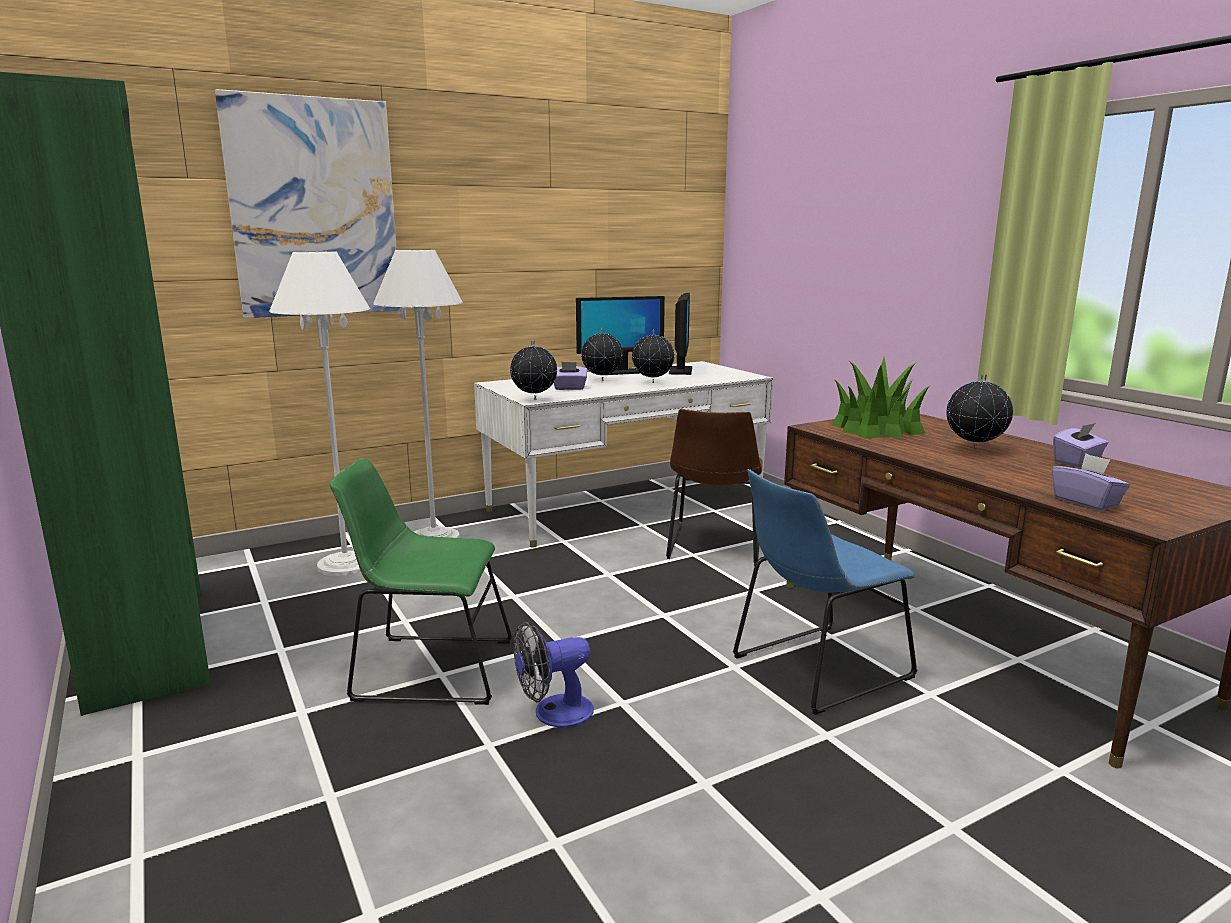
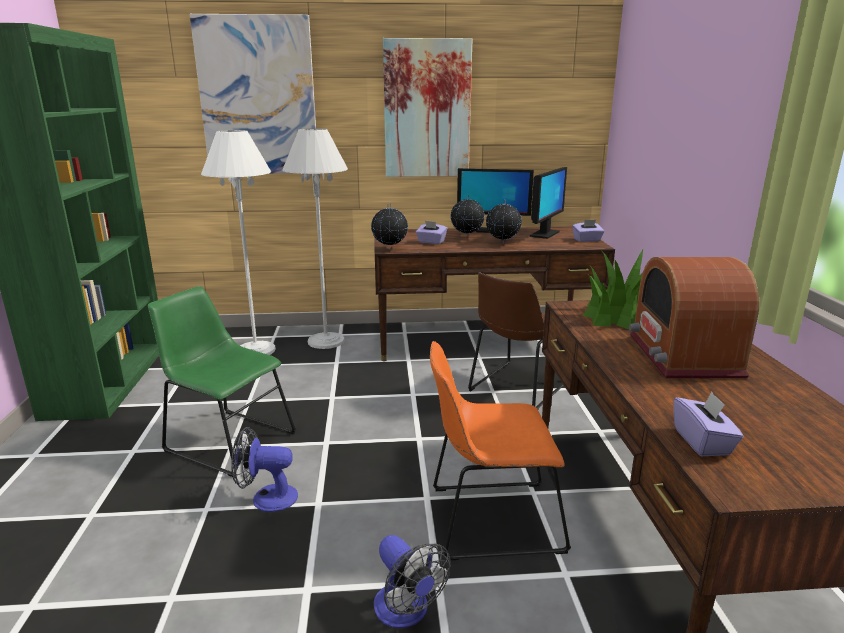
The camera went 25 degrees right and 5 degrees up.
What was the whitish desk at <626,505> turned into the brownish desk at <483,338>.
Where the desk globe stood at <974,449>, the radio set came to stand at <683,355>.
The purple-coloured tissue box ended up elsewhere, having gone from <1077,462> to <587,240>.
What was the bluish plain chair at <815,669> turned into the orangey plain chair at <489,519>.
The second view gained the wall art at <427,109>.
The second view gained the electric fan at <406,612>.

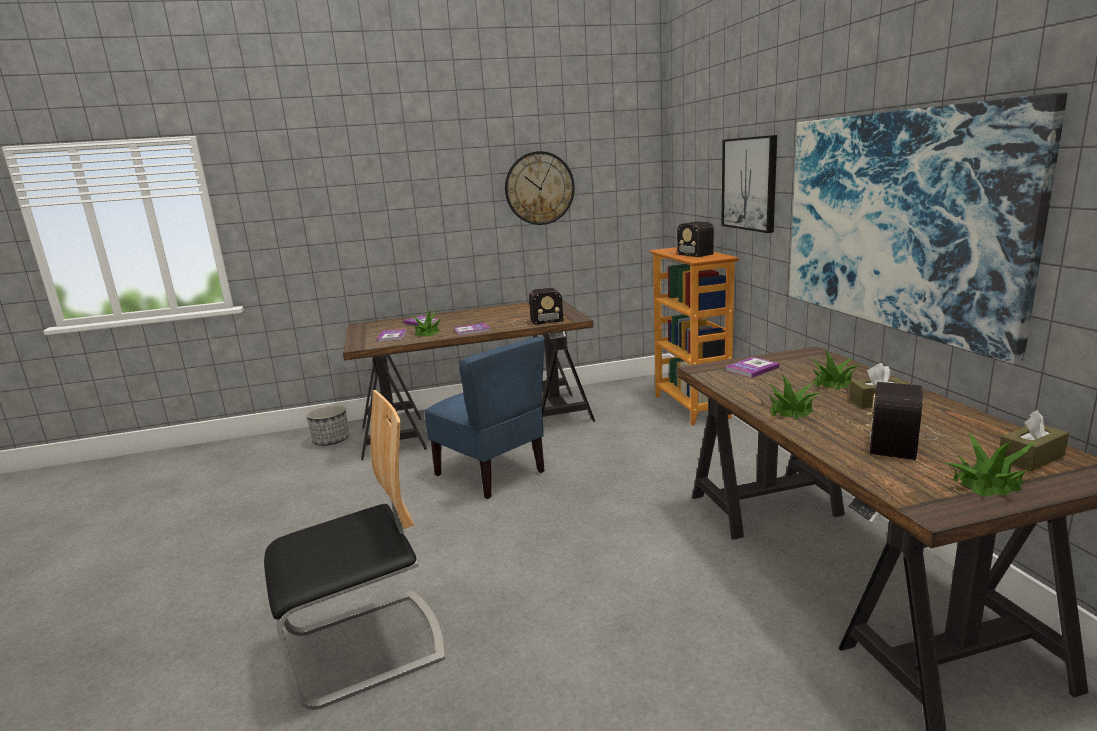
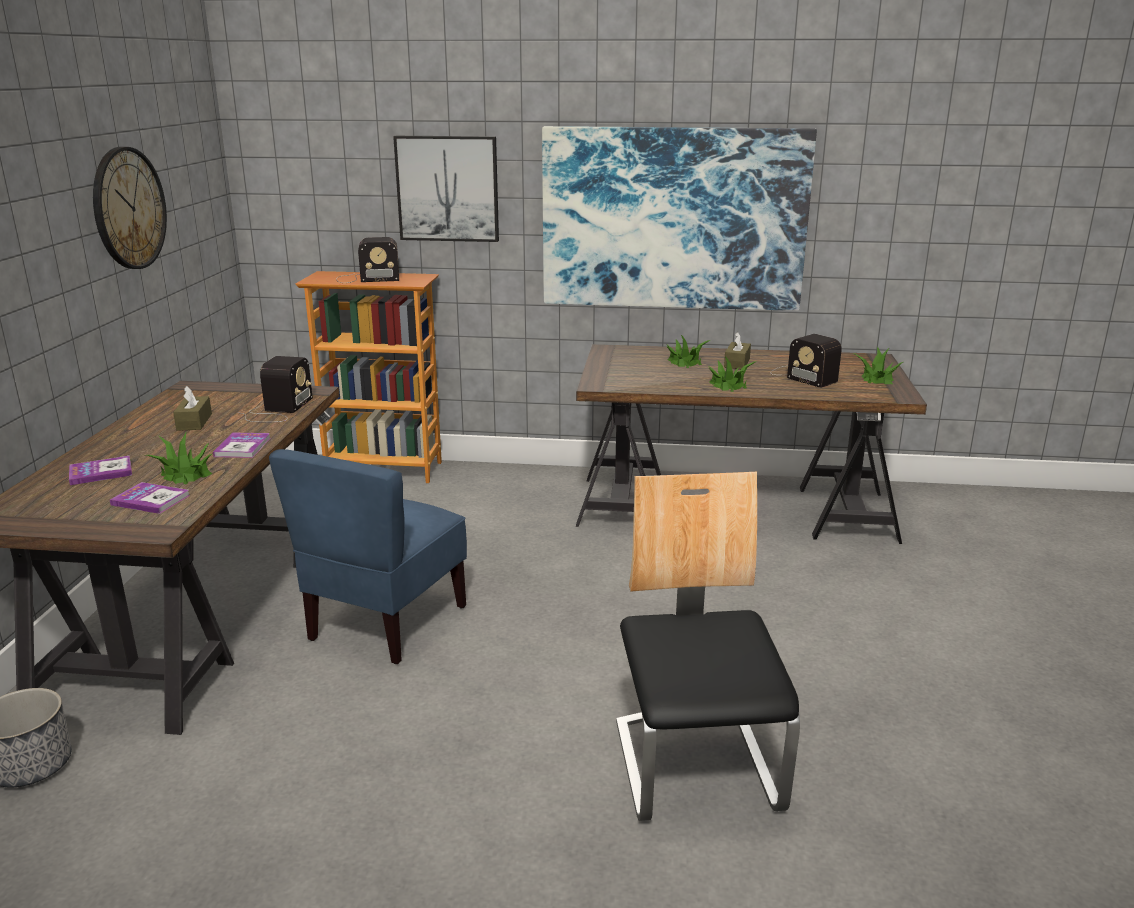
The camera went 70 degrees left and 5 degrees up.
The bluish plain chair at <491,473> ended up facing another way, 135 degrees clockwise from before.
The second view lost the bound book at <752,369>.
The brownish tissue box ended up elsewhere, having gone from <1031,457> to <194,422>.

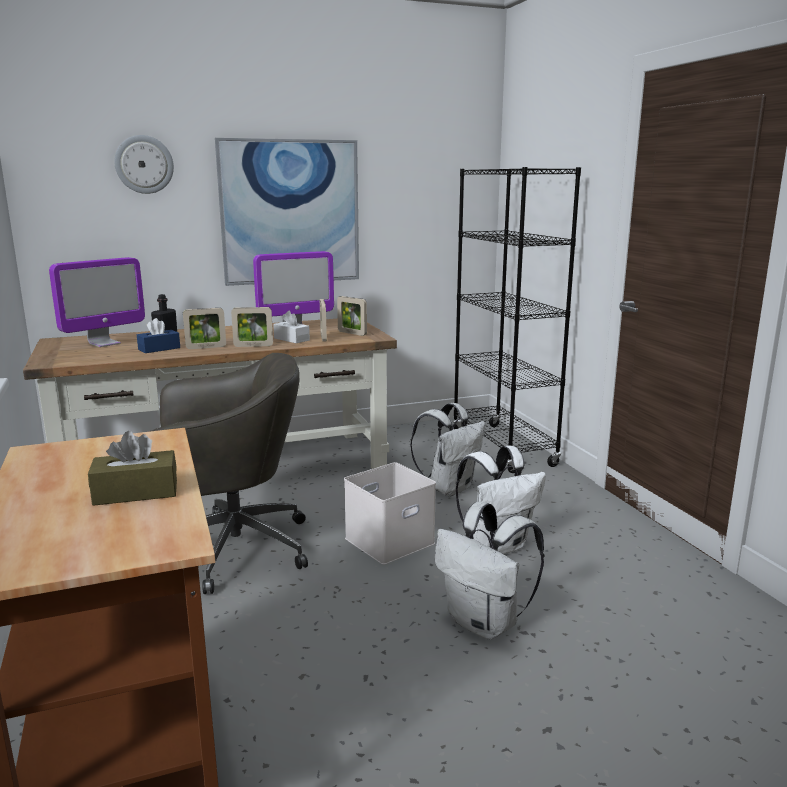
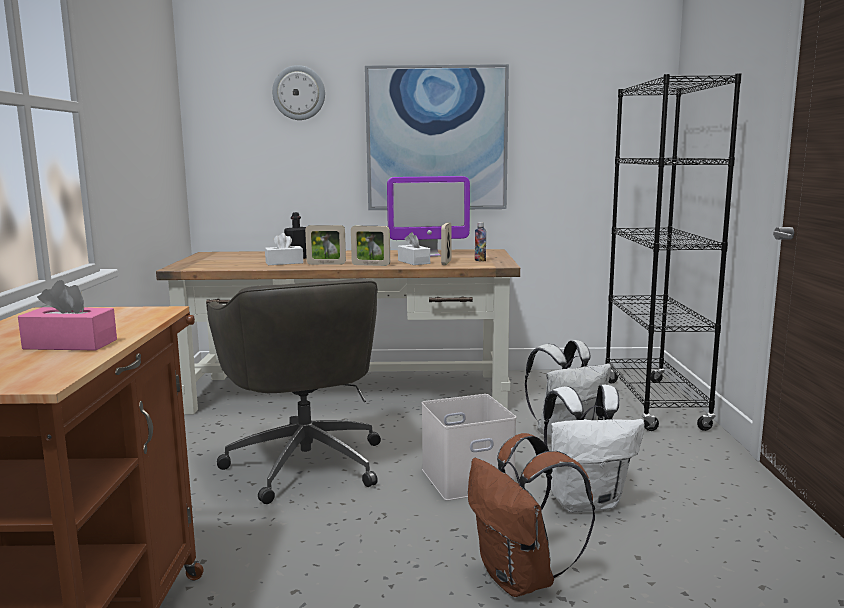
The camera went 20 degrees right and 5 degrees down.
The second view lost the computer screen at <104,343>.
Where the standing frame stood at <352,333>, the beverage bottle came to stand at <480,260>.
What was the bluish tissue box at <159,349> turned into the whitish tissue box at <284,263>.
The grey computer chair at <230,549> ended up facing another way, 60 degrees clockwise from before.
What was the brownish tissue box at <136,492> turned into the pink-coloured tissue box at <70,344>.
What was the whitish knapsack at <485,623> turned into the brownish knapsack at <521,579>.

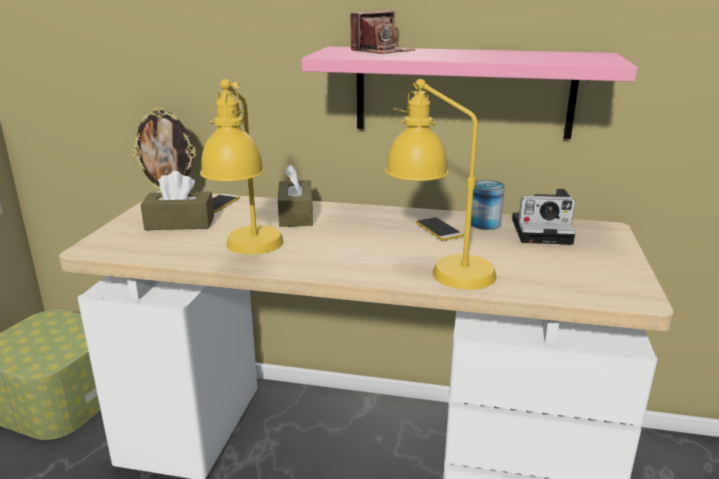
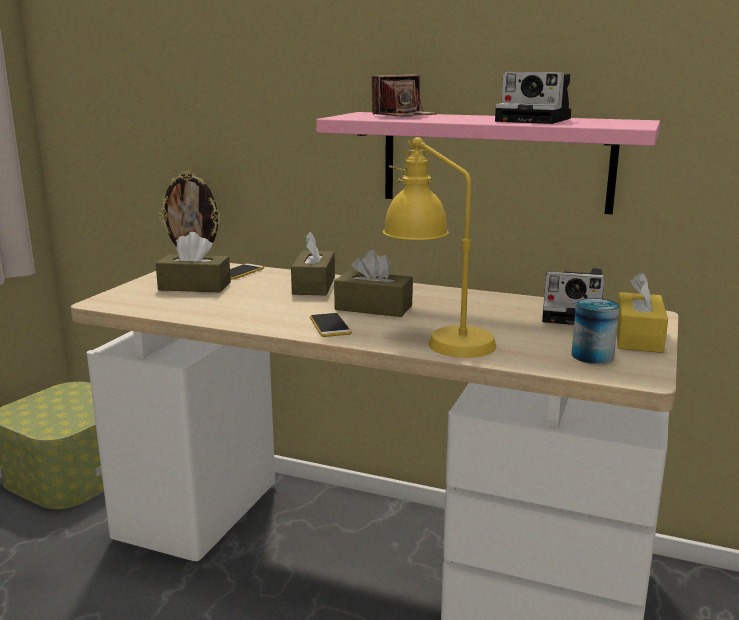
The camera went 10 degrees right and 5 degrees down.
The second view lost the yellowish lamp for a table at <249,253>.
The sealed can ended up elsewhere, having gone from <485,224> to <592,356>.
The phone ended up elsewhere, having gone from <439,229> to <330,326>.
The second view gained the still camera at <537,120>.
The second view gained the brownish tissue box at <373,308>.
The second view gained the yellowish tissue box at <638,337>.

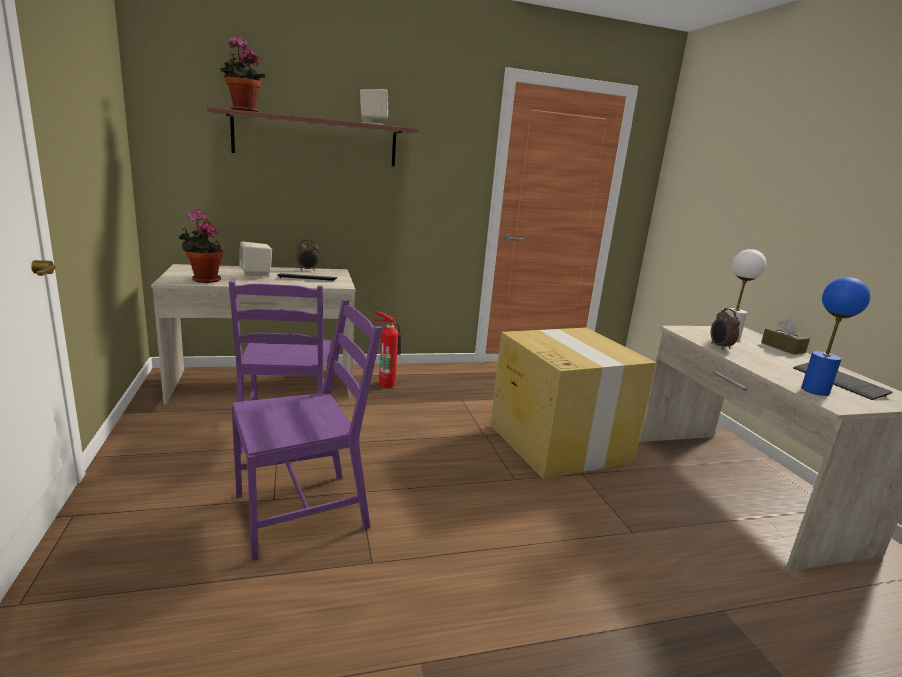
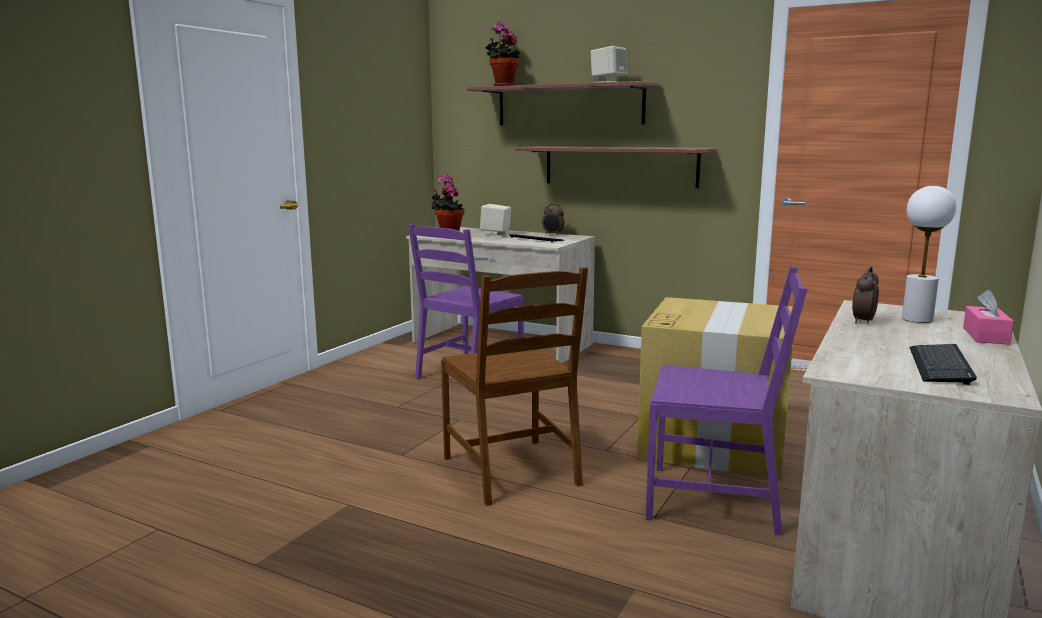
The camera went 45 degrees right and 5 degrees down.
The second view lost the bluish lamp for a table at <814,390>.
The purple-coloured plain chair ended up elsewhere, having gone from <302,511> to <715,499>.
The second view lost the extinguisher at <387,383>.
What was the brownish tissue box at <782,347> turned into the pink-coloured tissue box at <985,336>.
The second view gained the wall shelf at <620,166>.
The second view gained the brownish plain chair at <513,471>.

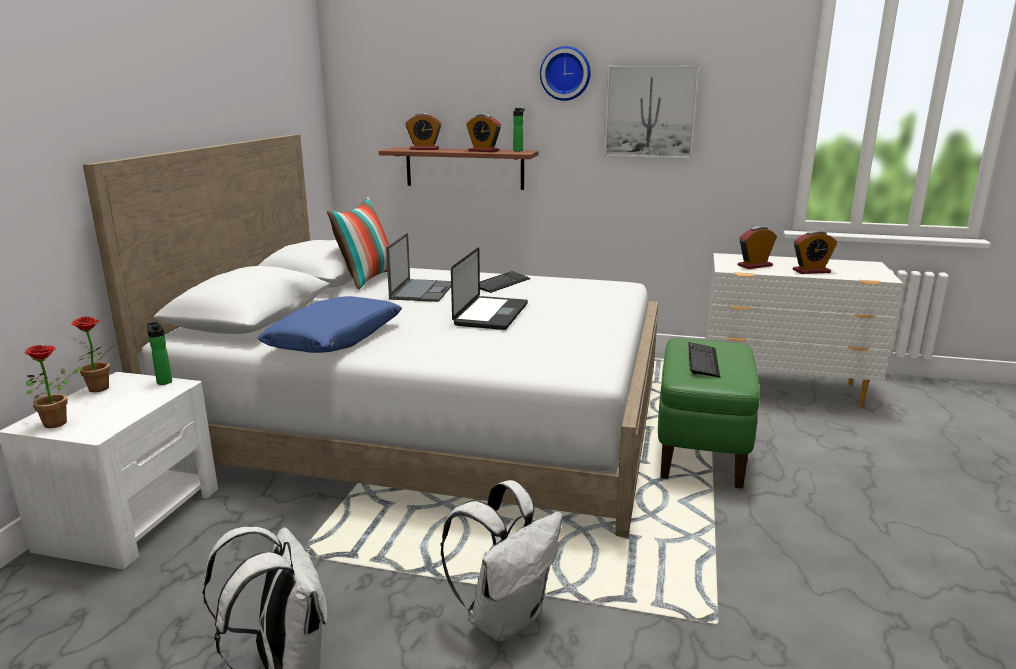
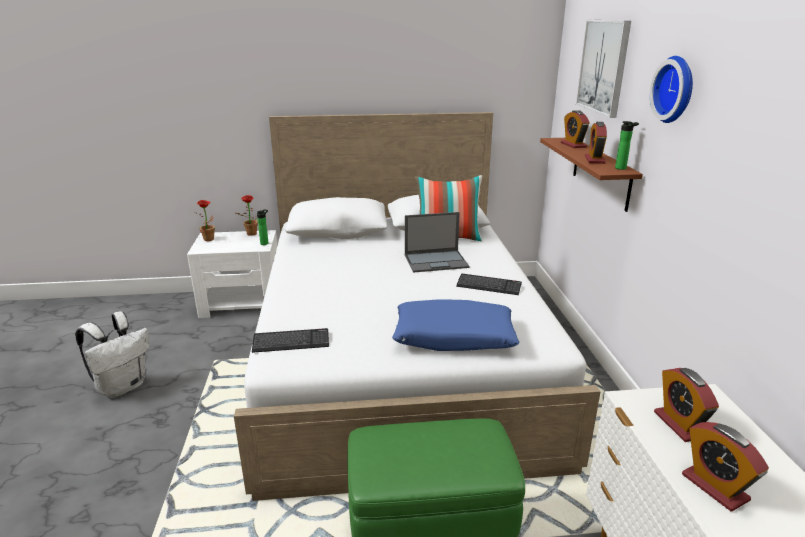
The camera went 70 degrees right and 5 degrees up.
The wall art ended up elsewhere, having gone from <650,112> to <603,66>.
The bedside clock at <755,265> ended up facing another way, 150 degrees counterclockwise from before.
The second view lost the portable computer at <491,314>.
The bluish throw pillow ended up elsewhere, having gone from <335,338> to <454,337>.
The keyboard ended up elsewhere, having gone from <703,361> to <291,342>.
The second view lost the whitish knapsack at <505,617>.

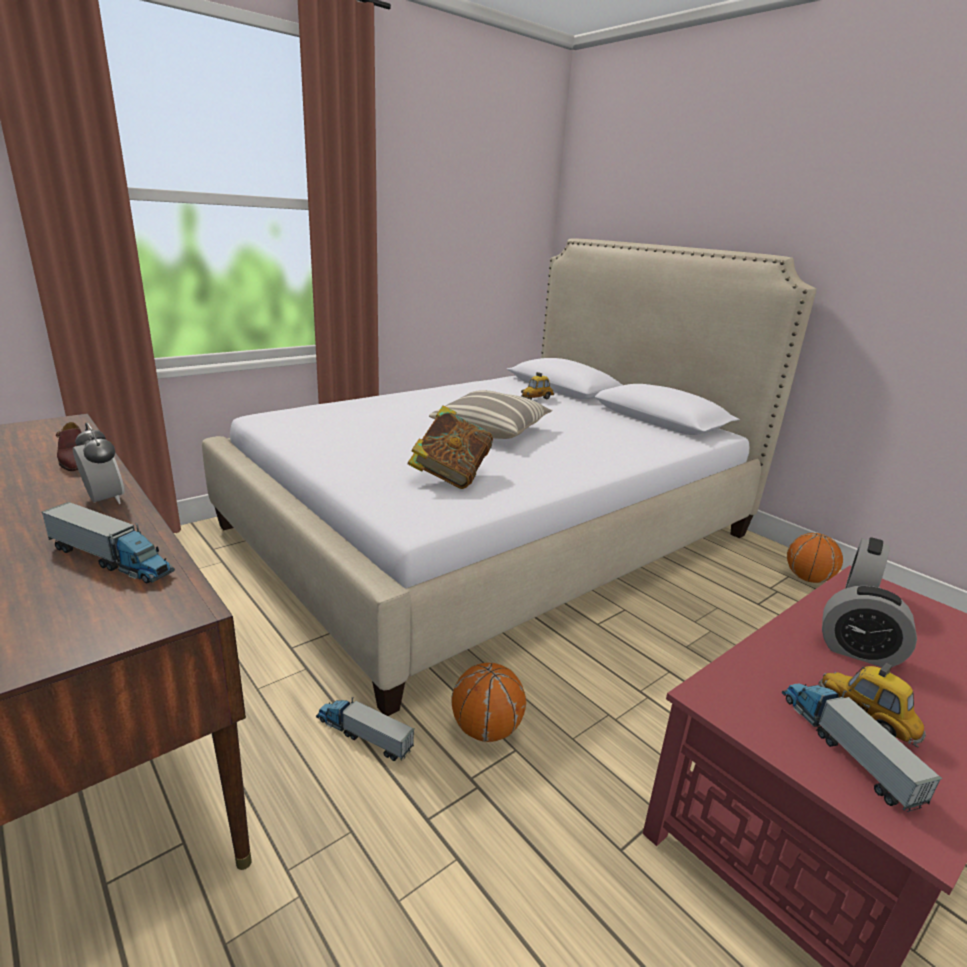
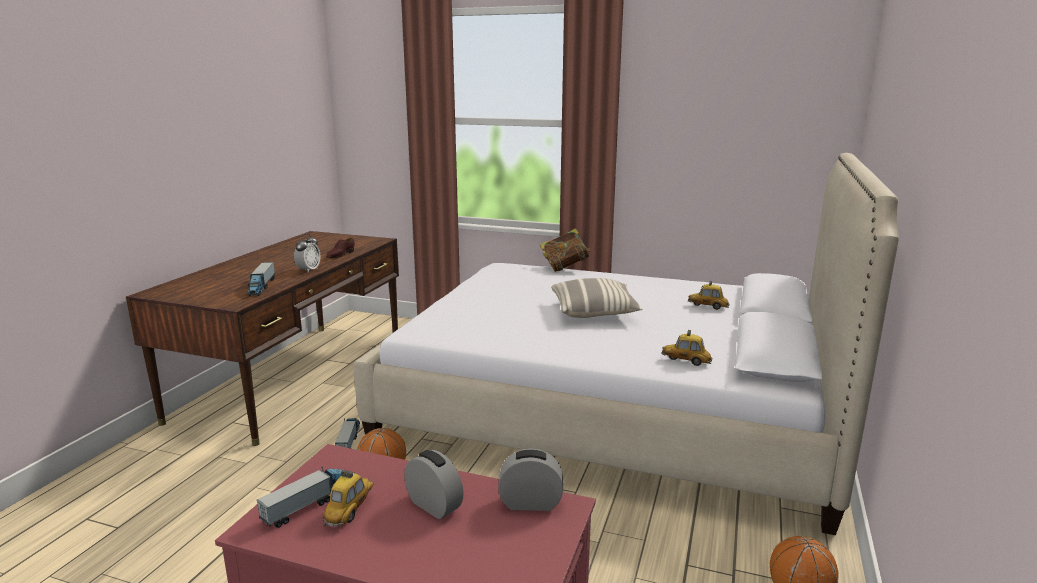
The camera went 60 degrees right and 5 degrees down.
The bound book ended up elsewhere, having gone from <450,476> to <565,267>.
The bedside clock at <858,652> ended up facing another way, 135 degrees clockwise from before.
The second view gained the toy car at <686,361>.

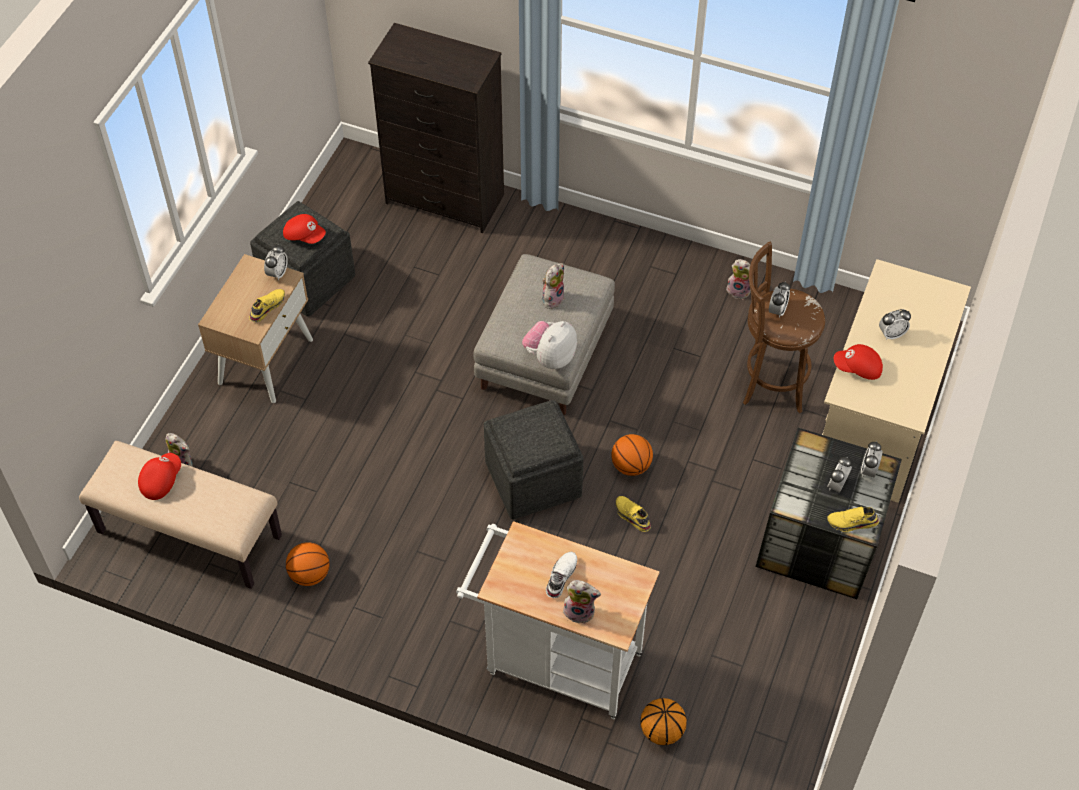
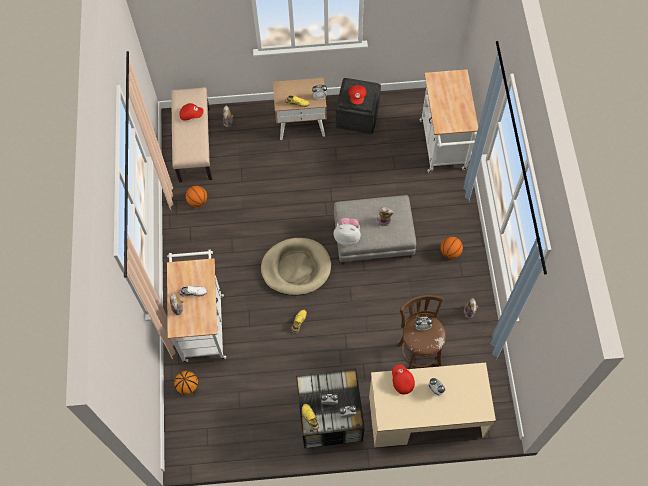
The camera went 65 degrees right and 10 degrees up.
Where the blackish drawer chest stood at <445,200>, the whitish trolley came to stand at <444,148>.
Where the grey pouffe stood at <532,480>, the beige-coloured dog cushion came to stand at <296,268>.
The ball for basketball ended up elsewhere, having gone from <631,466> to <450,252>.

